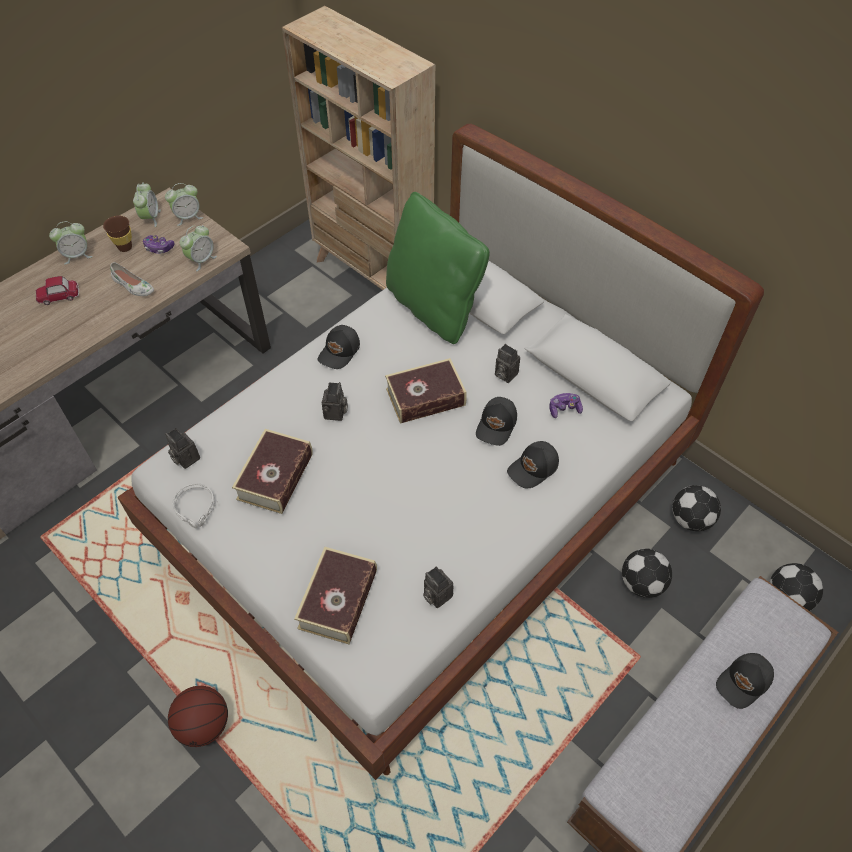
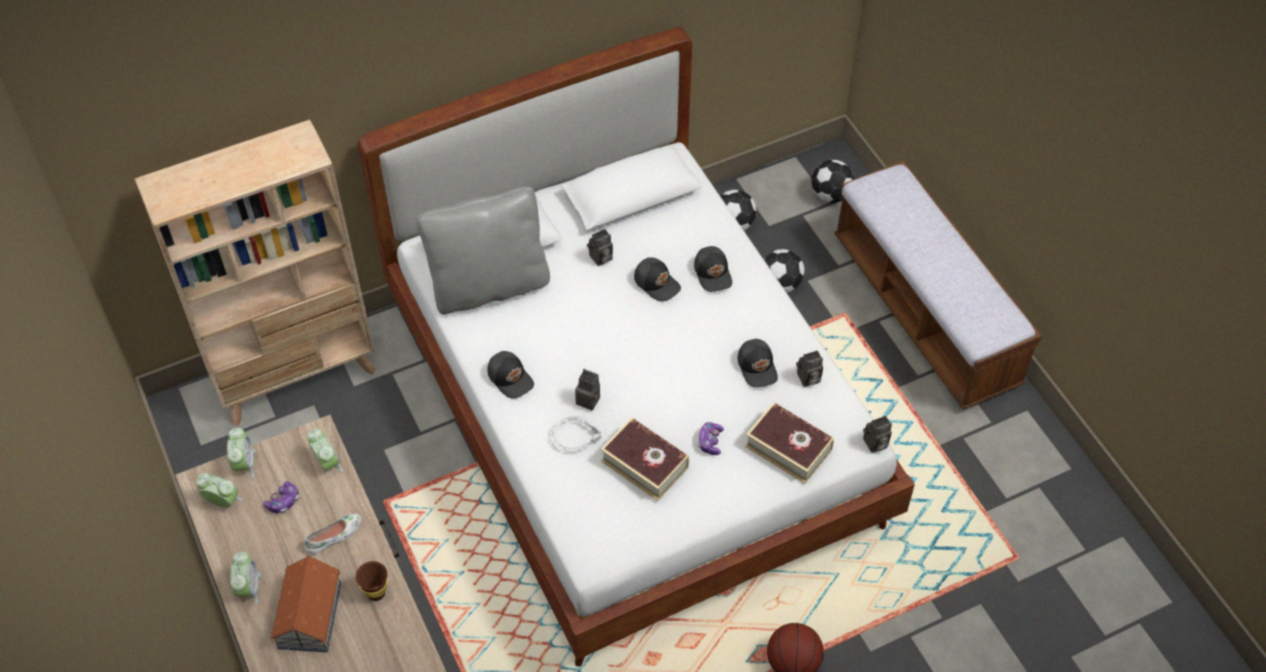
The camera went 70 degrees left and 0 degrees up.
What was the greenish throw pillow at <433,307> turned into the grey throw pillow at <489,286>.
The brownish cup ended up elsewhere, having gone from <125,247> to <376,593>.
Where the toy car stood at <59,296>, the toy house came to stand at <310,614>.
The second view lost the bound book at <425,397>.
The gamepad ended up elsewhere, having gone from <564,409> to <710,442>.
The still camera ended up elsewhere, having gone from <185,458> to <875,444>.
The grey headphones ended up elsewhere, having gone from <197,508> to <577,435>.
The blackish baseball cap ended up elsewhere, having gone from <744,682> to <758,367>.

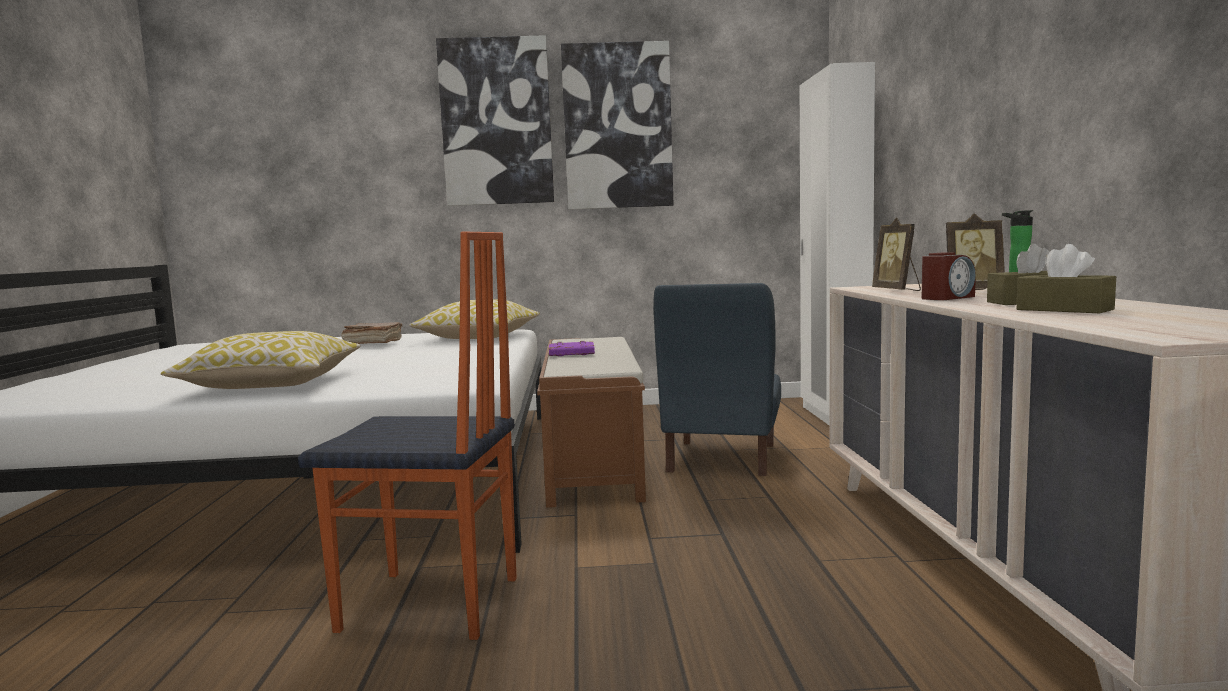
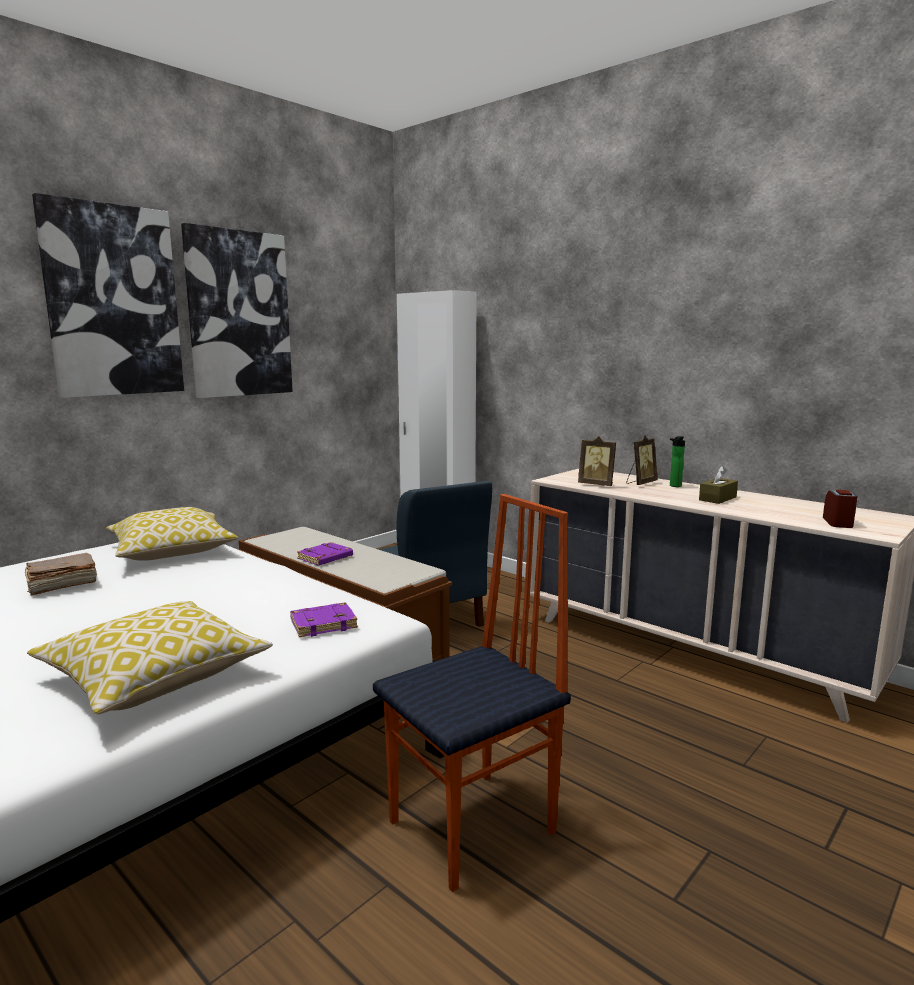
The camera went 45 degrees left and 5 degrees up.
The second view lost the brownish tissue box at <1064,309>.
The bedside clock ended up elsewhere, having gone from <947,298> to <838,522>.
The second view gained the purple-coloured bound book at <324,624>.

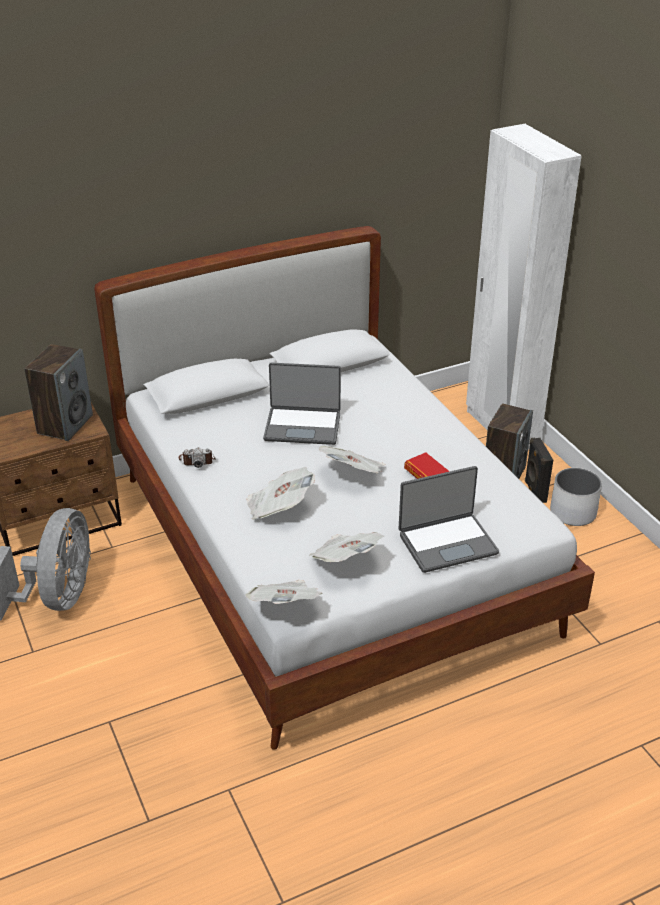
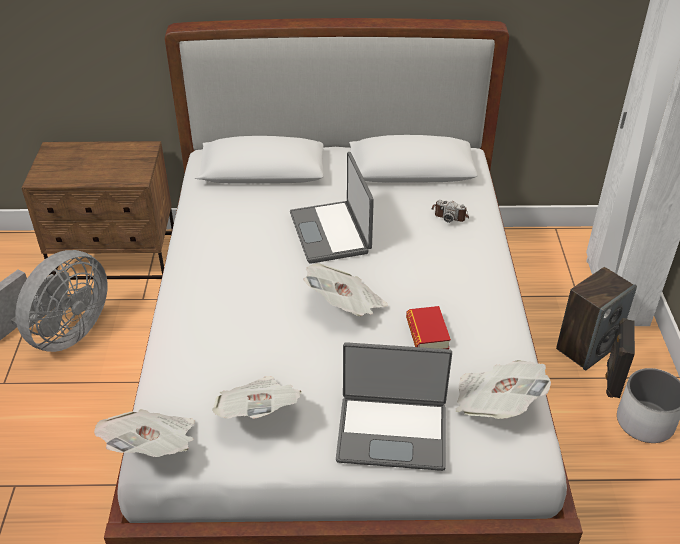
The camera went 25 degrees right and 5 degrees up.
The second view lost the loudspeaker at <65,424>.
The portable computer at <302,426> ended up facing another way, 45 degrees clockwise from before.
The still camera ended up elsewhere, having gone from <197,460> to <450,214>.
The daily paper ended up elsewhere, having gone from <279,507> to <496,403>.

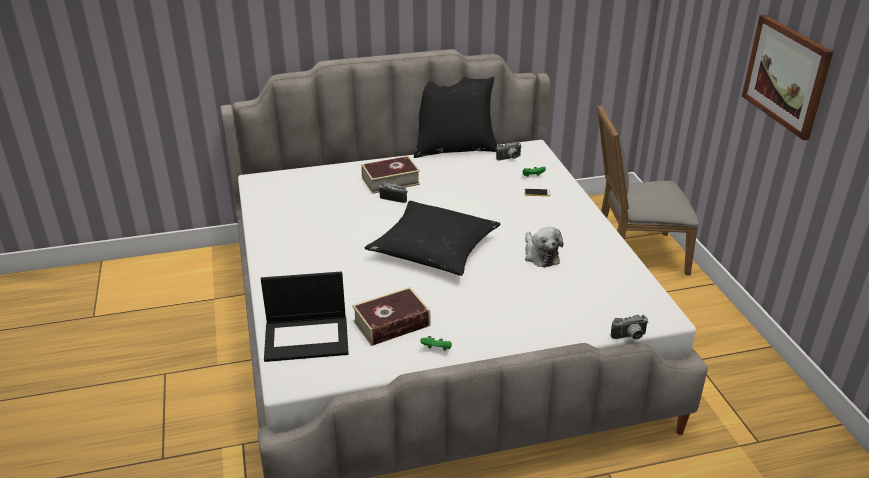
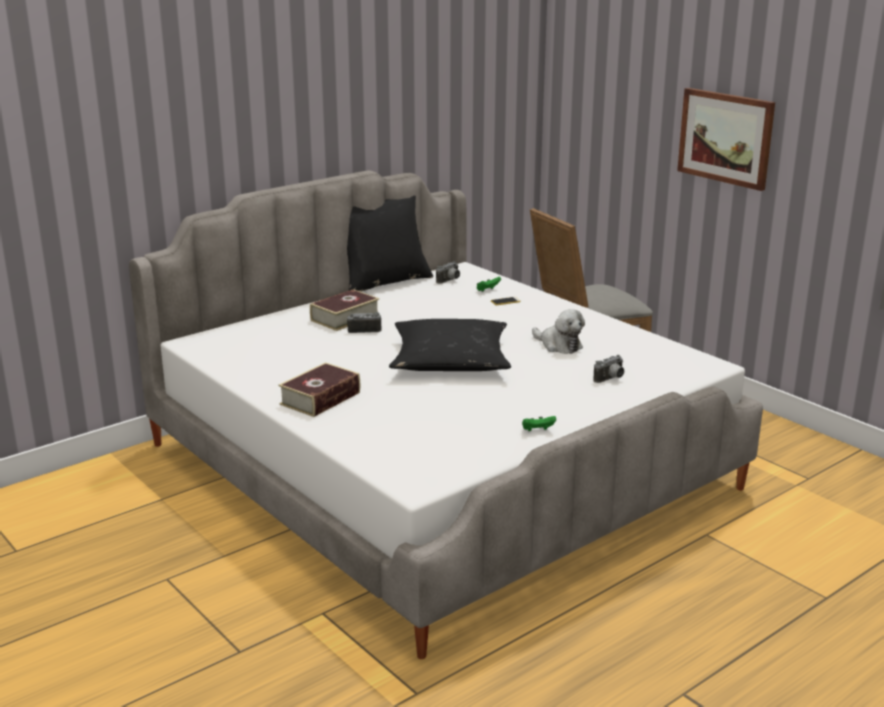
The camera went 25 degrees left and 10 degrees down.
The second view lost the portable computer at <307,338>.
The bound book ended up elsewhere, having gone from <391,323> to <320,398>.
The still camera ended up elsewhere, having gone from <629,337> to <611,379>.

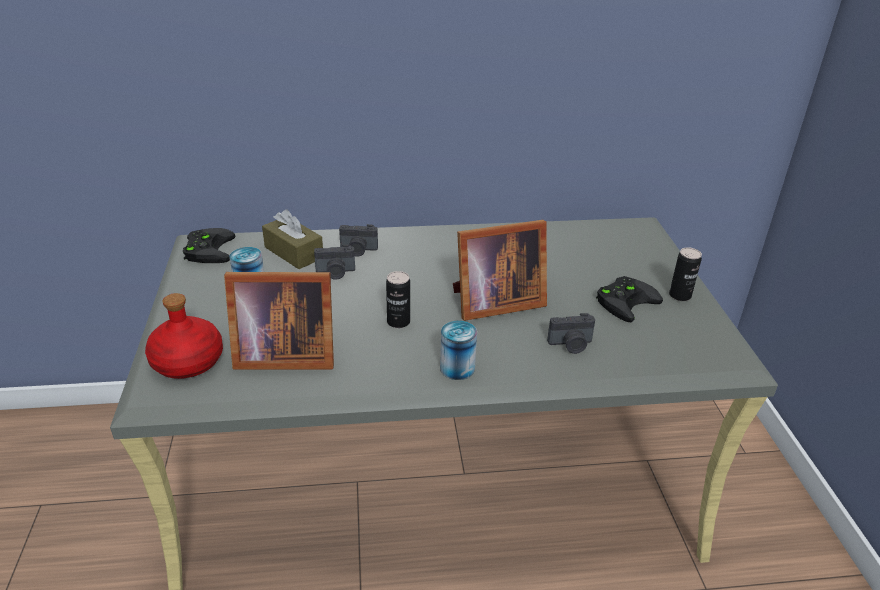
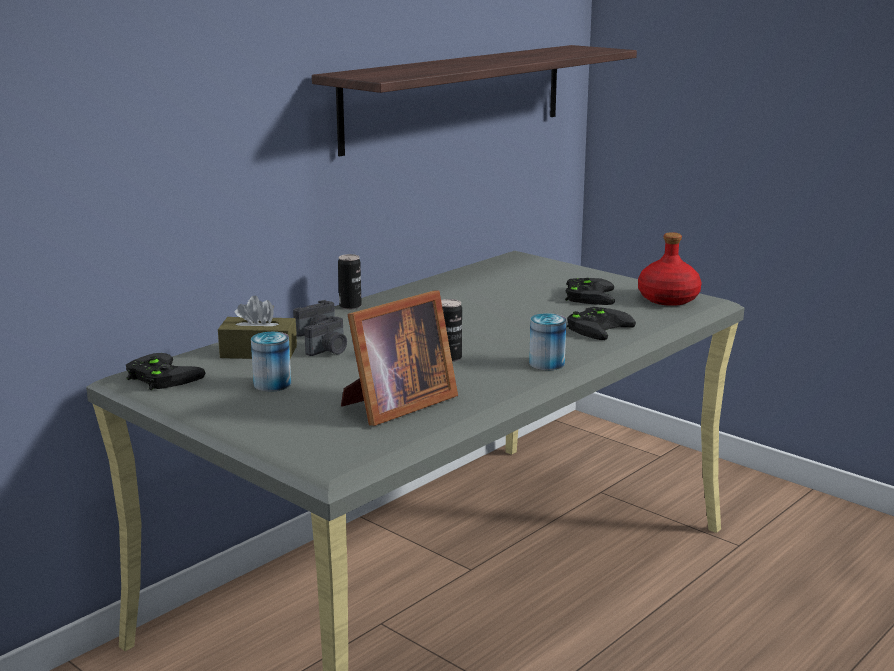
The camera went 40 degrees left and 15 degrees down.
The second view lost the standing frame at <494,303>.
The sealed can ended up elsewhere, having gone from <680,295> to <350,306>.
The reddish beverage bottle ended up elsewhere, having gone from <188,361> to <668,299>.
Where the still camera stood at <571,345>, the blackish gamepad came to stand at <597,327>.
The second view gained the wall shelf at <456,96>.

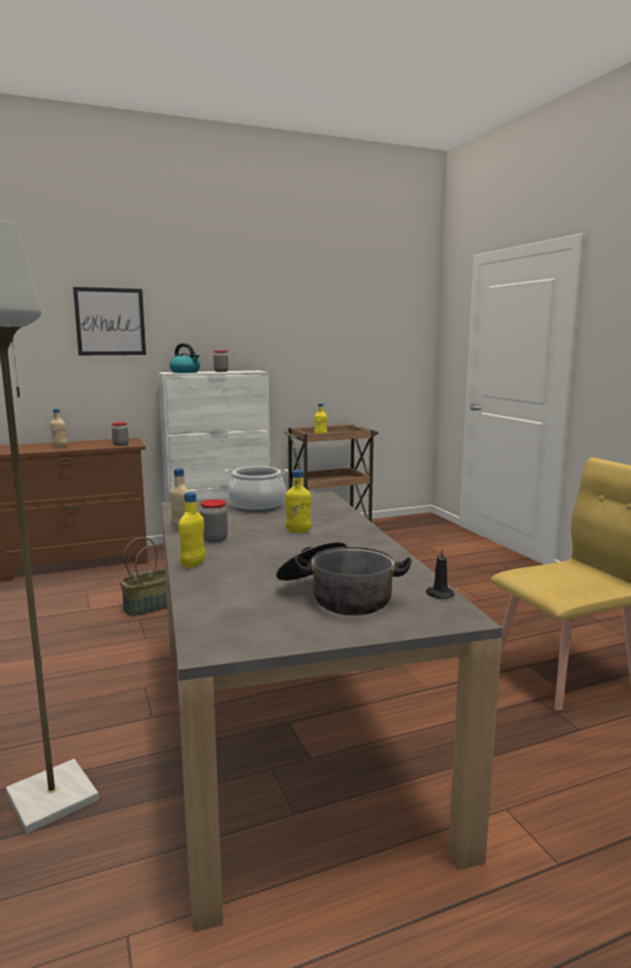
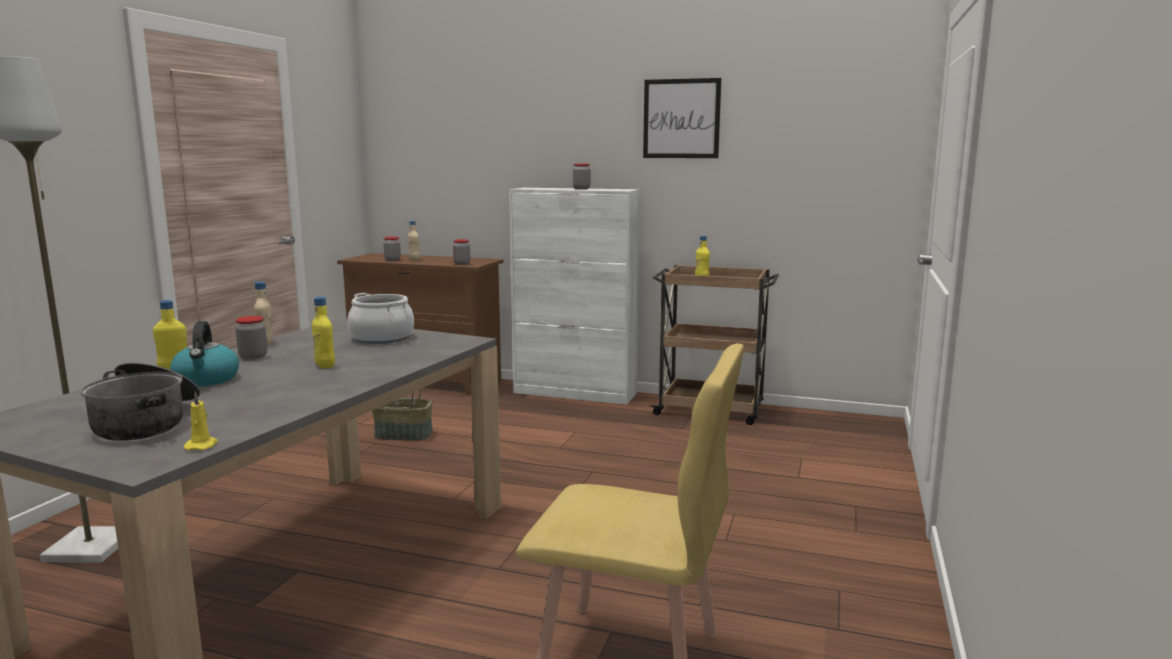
The camera went 40 degrees right and 0 degrees up.
The wall art ended up elsewhere, having gone from <110,322> to <681,118>.
The kettle ended up elsewhere, having gone from <185,372> to <207,380>.
What was the blackish wax candle at <438,594> turned into the yellowish wax candle at <202,445>.
The second view gained the storage jar at <392,260>.

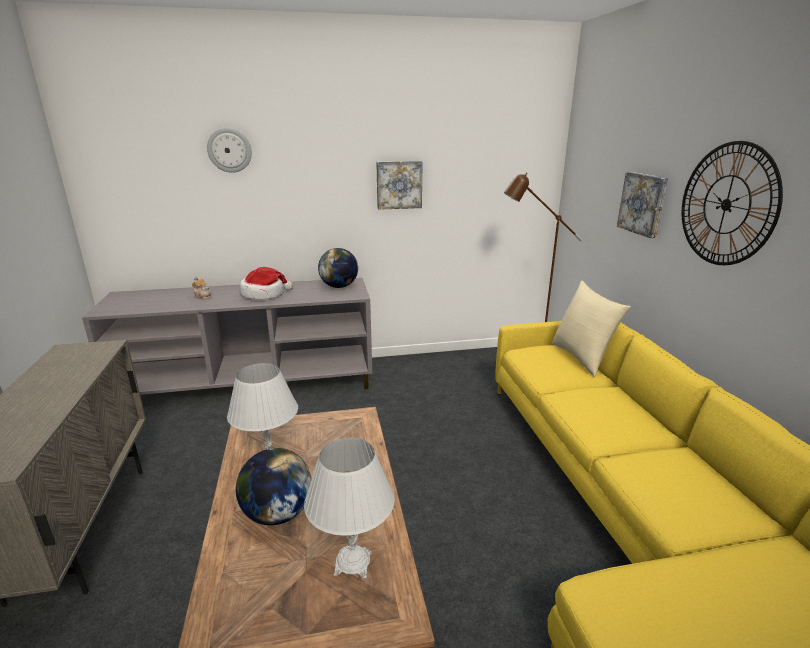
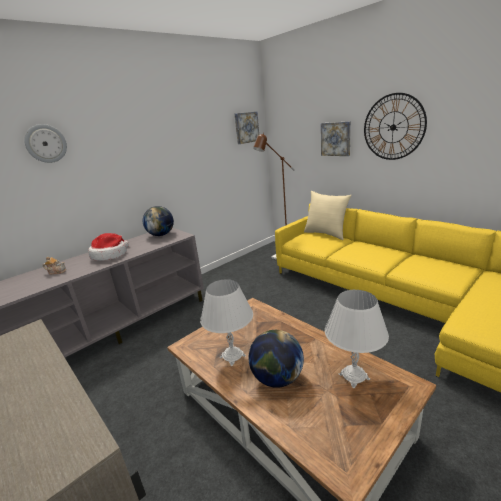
The camera went 30 degrees left and 0 degrees up.
The wall art ended up elsewhere, having gone from <399,185> to <246,127>.

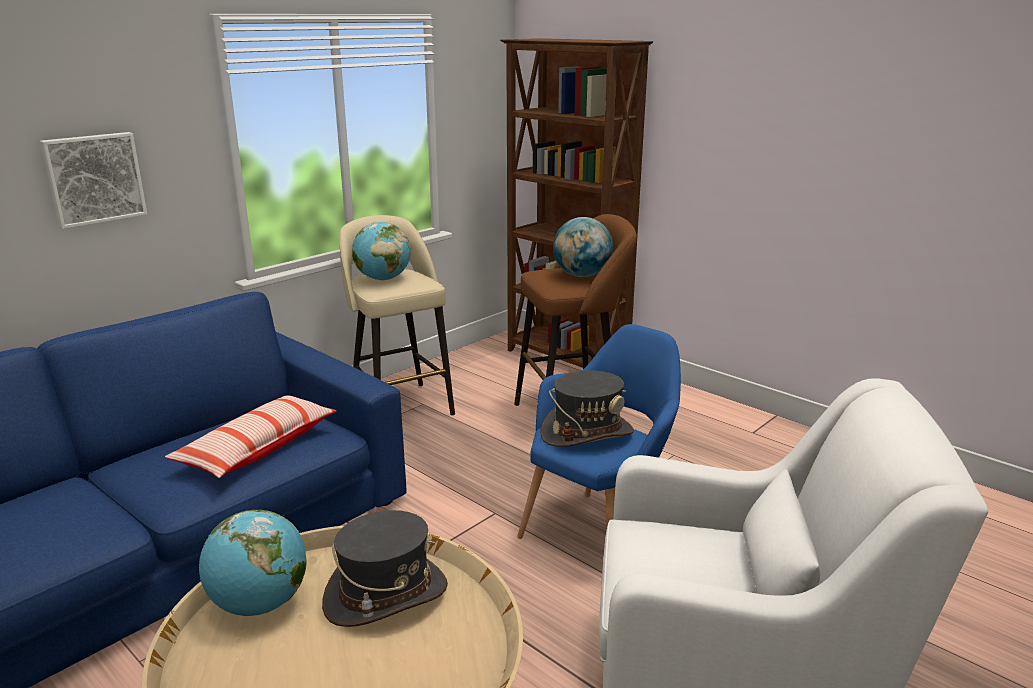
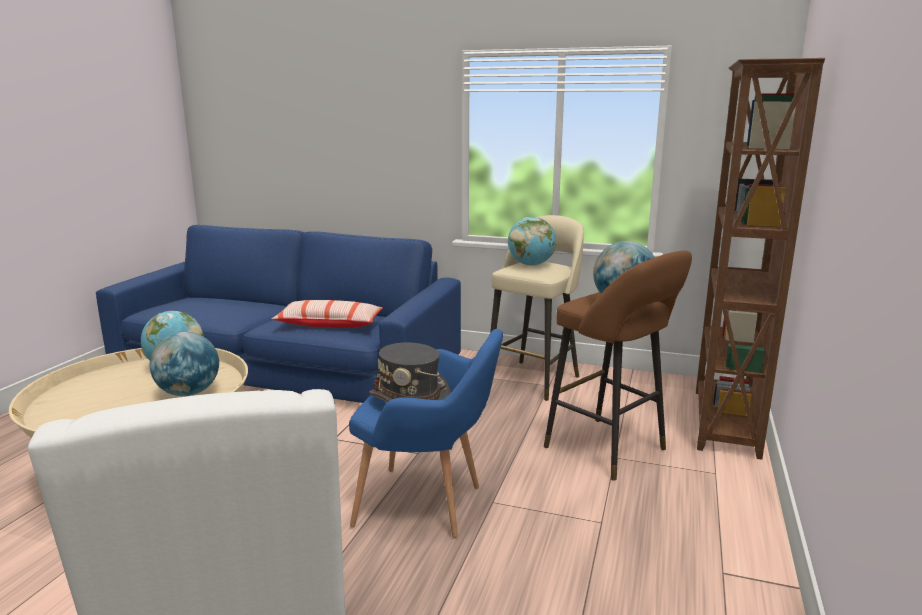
The camera went 65 degrees right and 5 degrees down.
The second view lost the wall art at <94,178>.
Where the grey wearable hat stood at <386,595>, the desk globe came to stand at <188,393>.

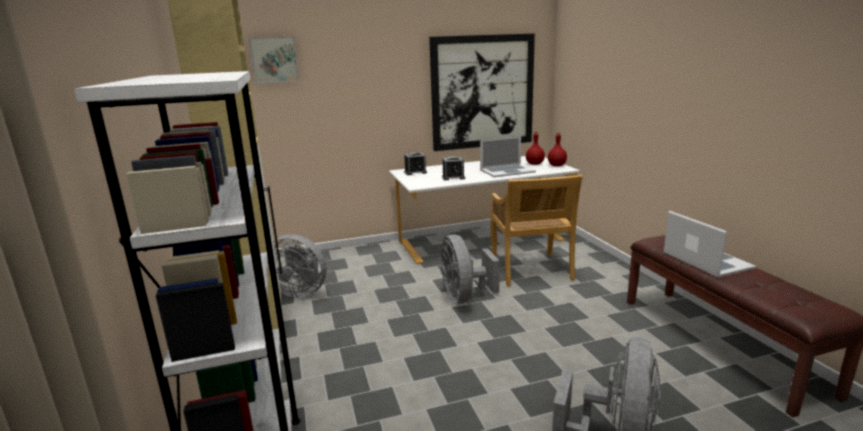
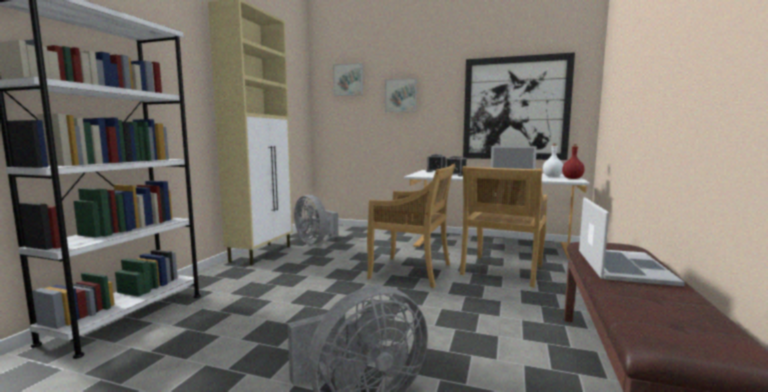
The camera went 35 degrees right and 10 degrees down.
What was the reddish beverage bottle at <535,164> turned into the whitish beverage bottle at <552,176>.
Where the grey electric fan stood at <464,297>, the beige-coloured plain chair came to stand at <412,272>.
The second view gained the wall art at <401,95>.

